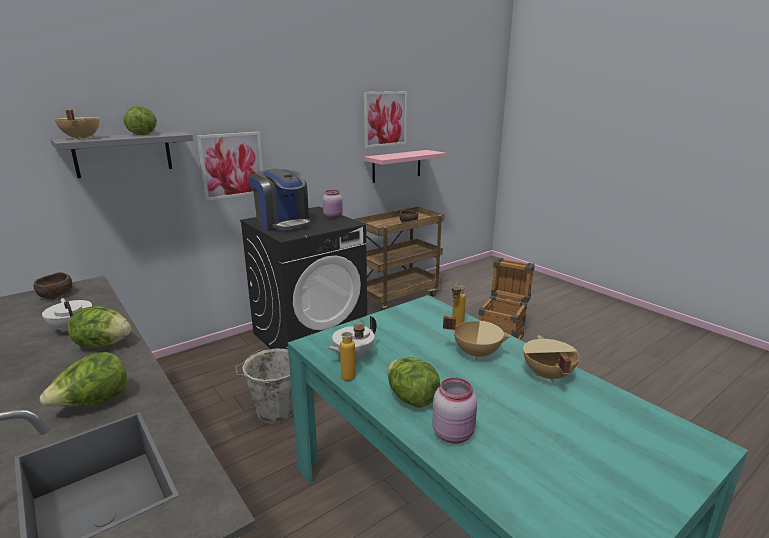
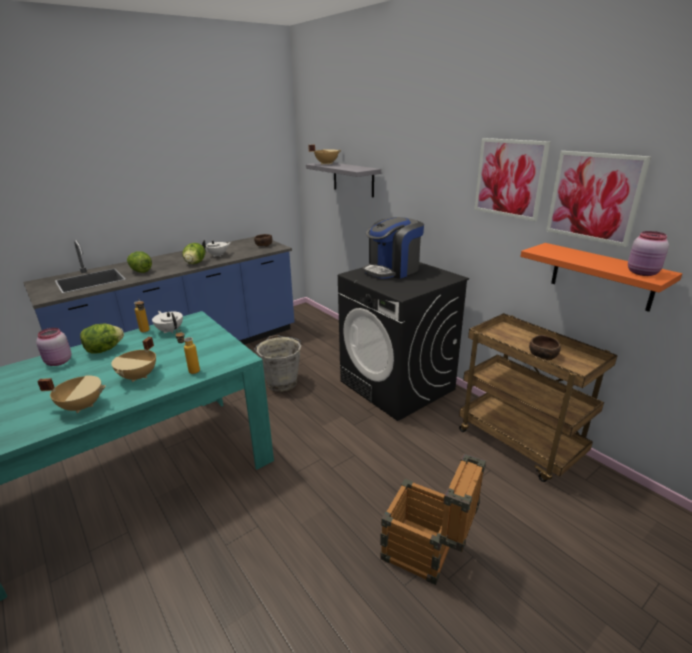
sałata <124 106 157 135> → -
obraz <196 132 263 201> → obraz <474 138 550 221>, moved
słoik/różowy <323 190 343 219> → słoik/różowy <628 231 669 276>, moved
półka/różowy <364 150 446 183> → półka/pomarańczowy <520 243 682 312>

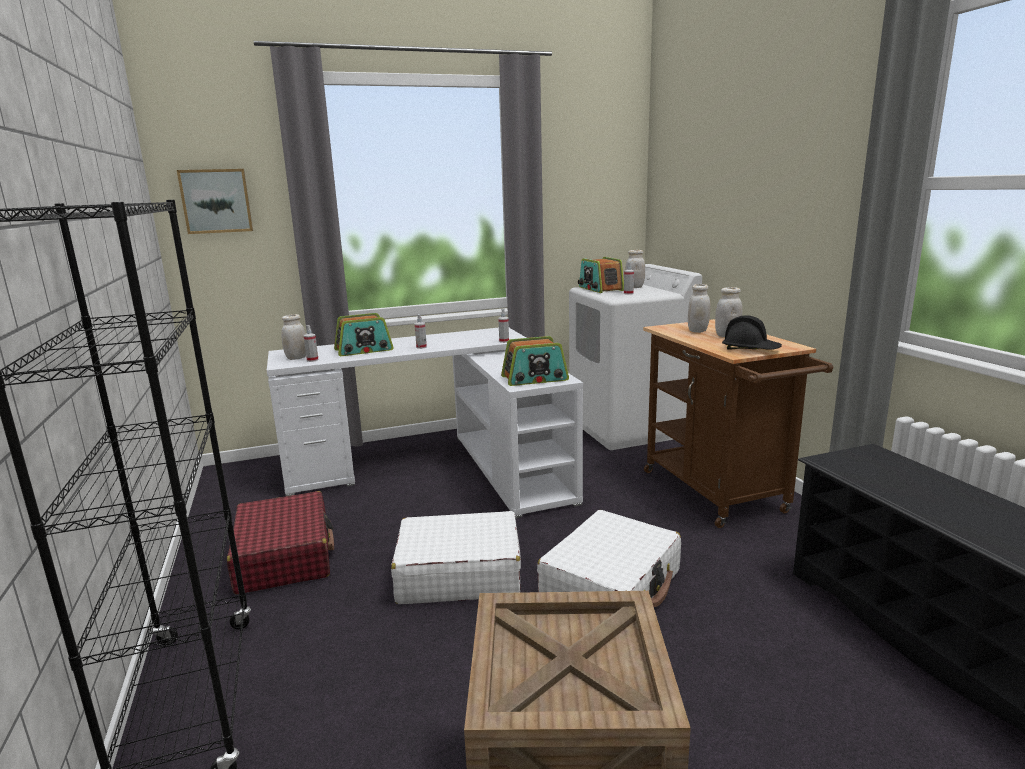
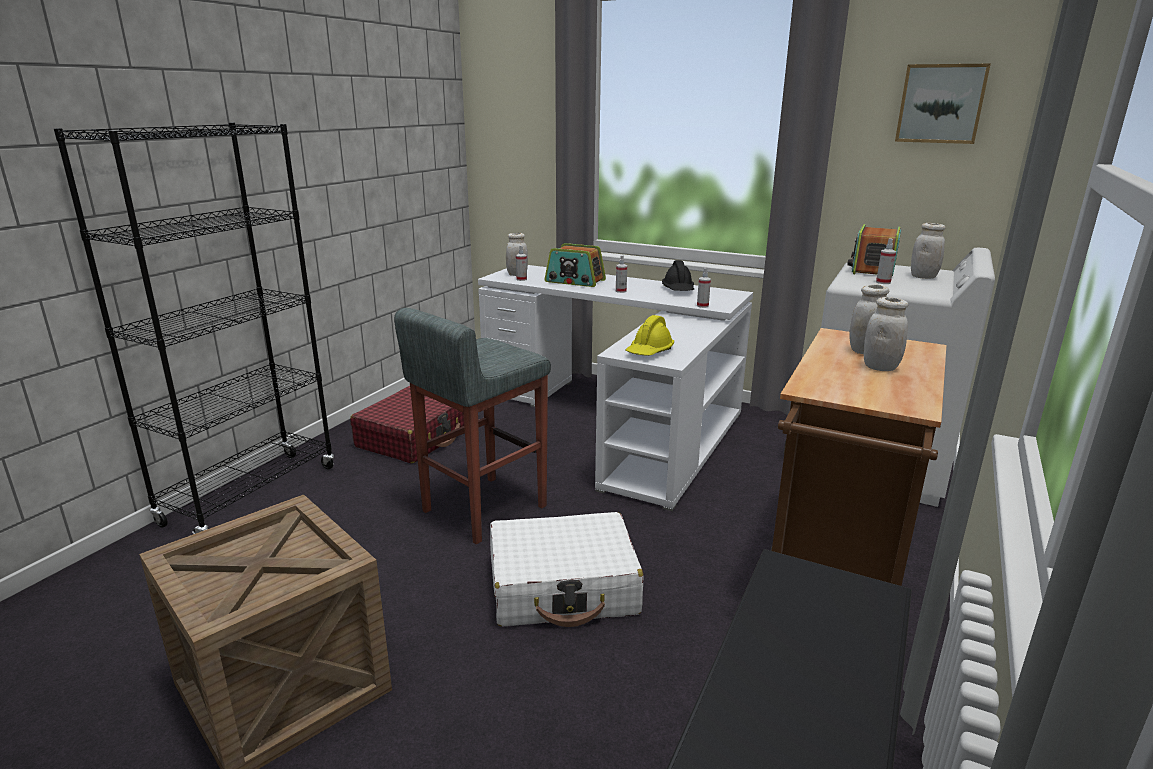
obraz <177 169 253 234> → obraz <895 64 991 144>, moved
kask/czarny <722 315 782 350> → kask/czarny <662 260 694 291>, moved
walizka/biały <391 511 521 604> → stołek/szary <394 308 551 545>
radio <501 336 569 386> → kask/żółty <626 315 674 356>

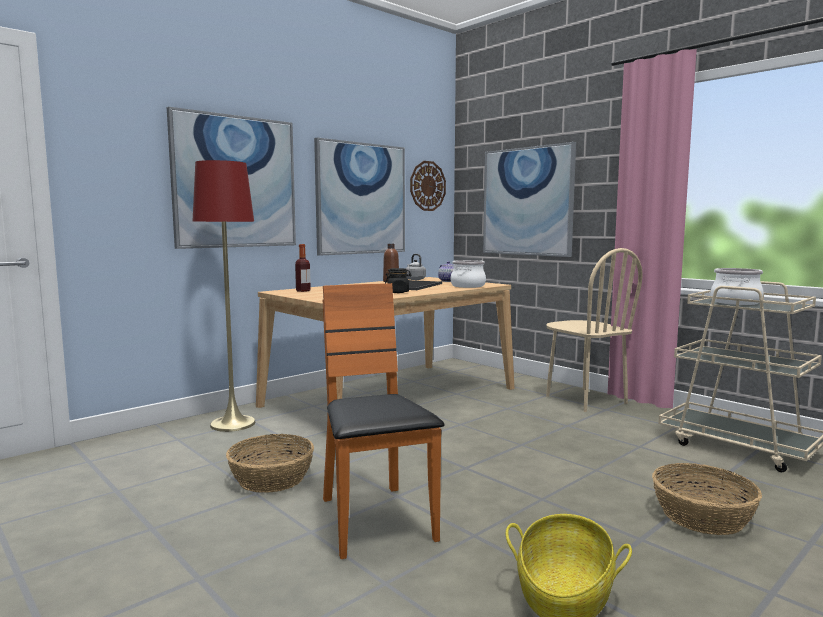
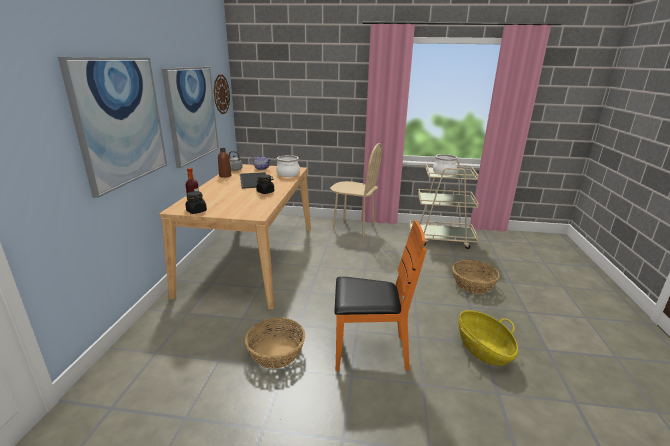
lampa stojąca/czerwony <192 160 256 432> → -
obraz <483 142 576 257> → -
- → słoik/czarny <185 191 207 214>
krzesło/pomarańczowy <323 283 444 559> → krzesło/pomarańczowy <335 220 427 371>, 150 degrees clockwise

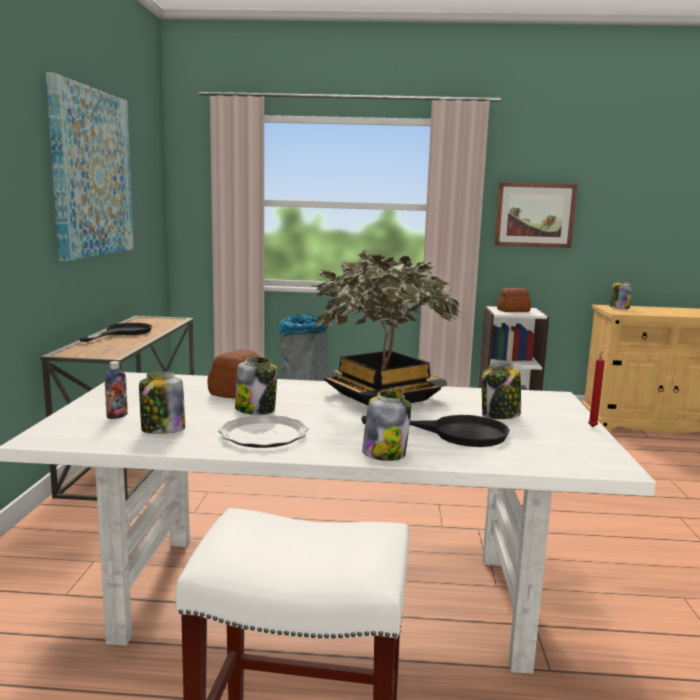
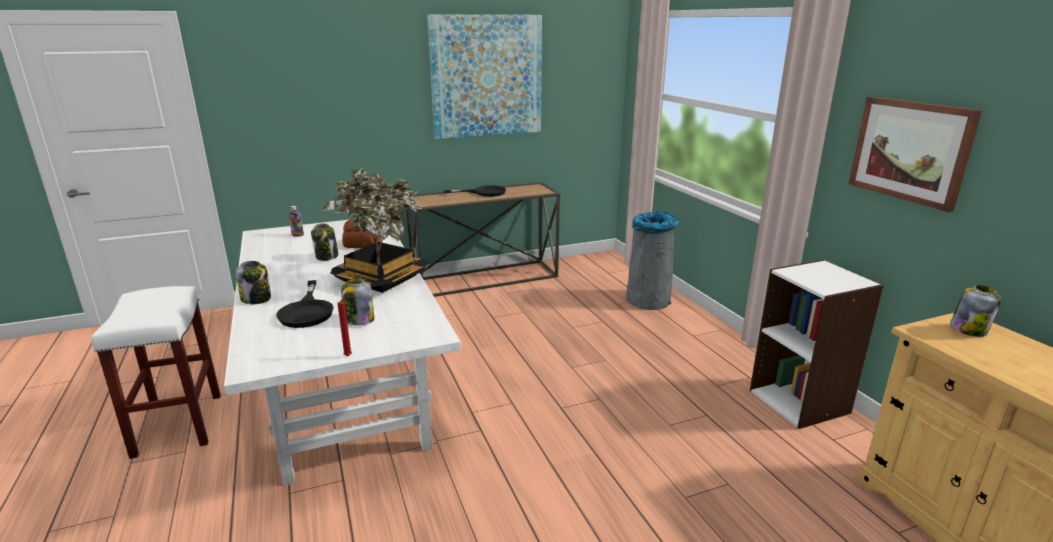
słoik <139 371 185 434> → -
talerz <218 415 309 448> → -
chleb <497 288 531 312> → -

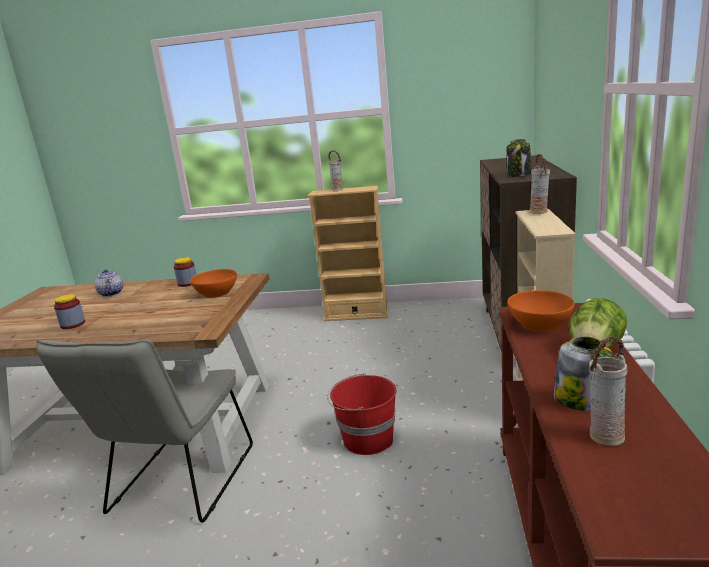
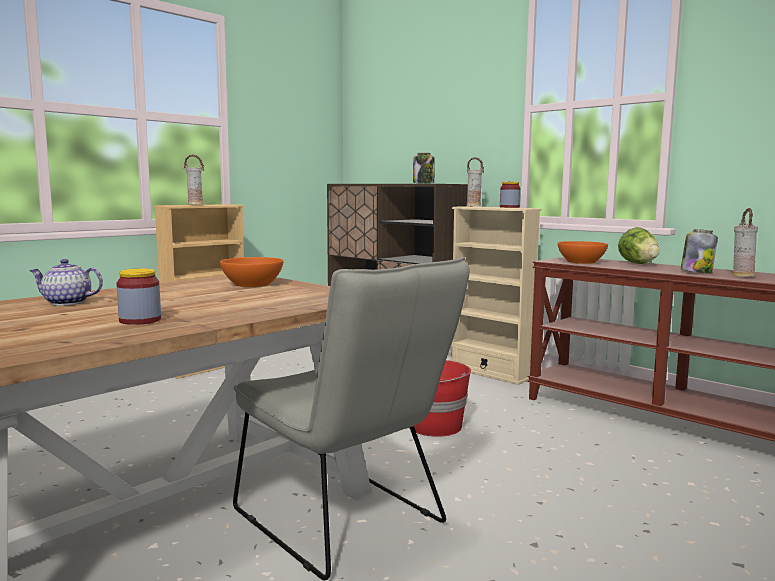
słoik <174 257 196 287> → słoik <500 182 521 208>, moved

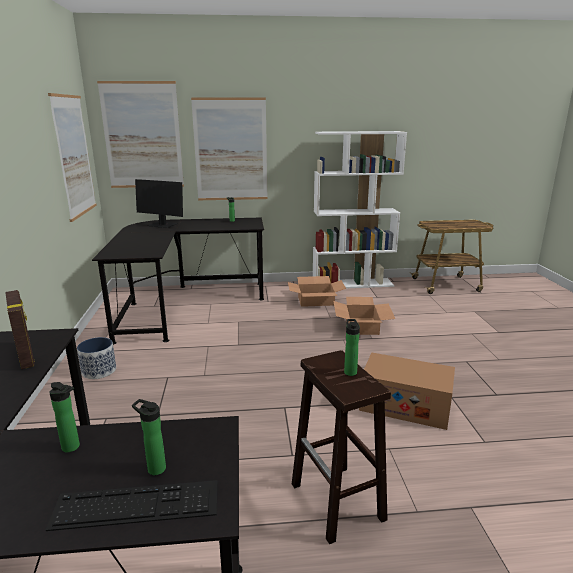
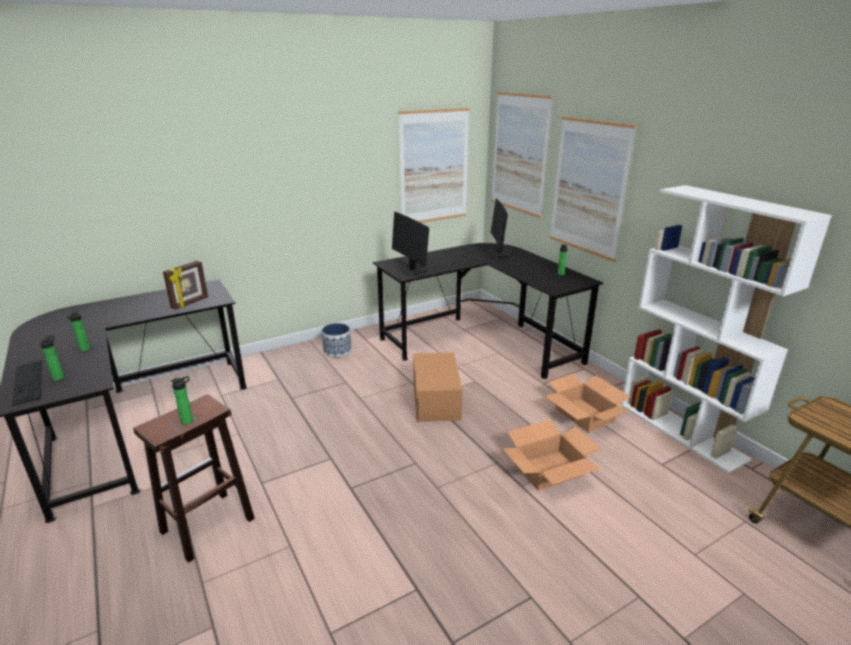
- → monitor <392 212 429 276>
karton <359 353 455 430> → karton <413 352 462 422>, moved

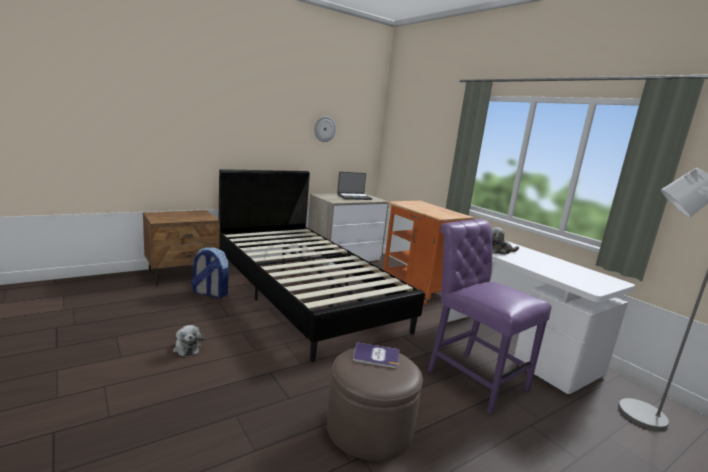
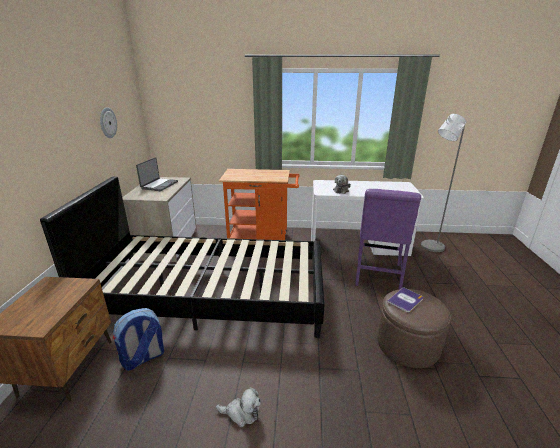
krzesło/fioletowy <428 219 552 414> → krzesło/fioletowy <355 189 421 290>, 75 degrees counterclockwise

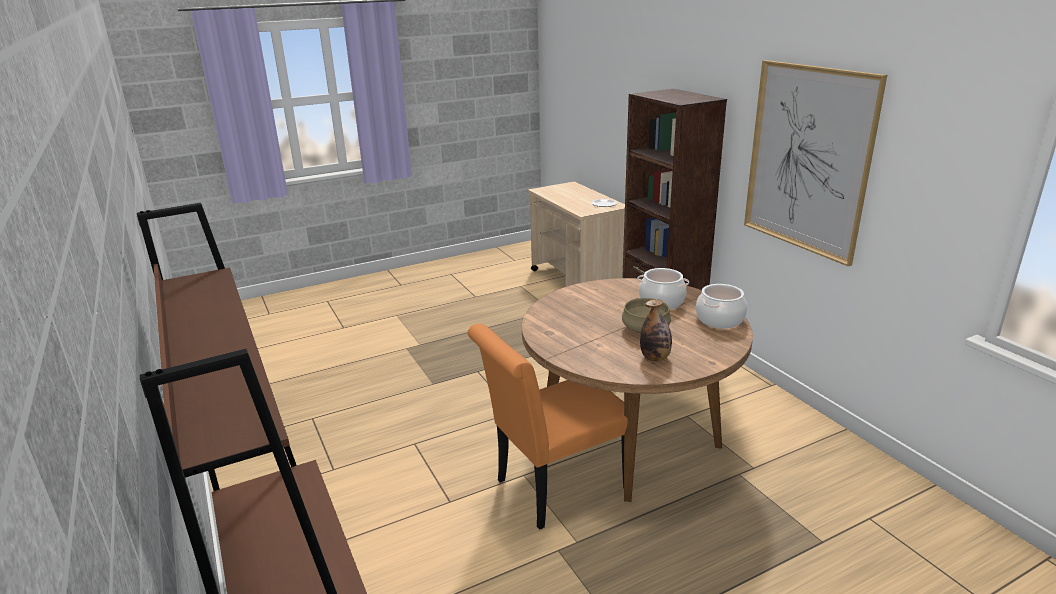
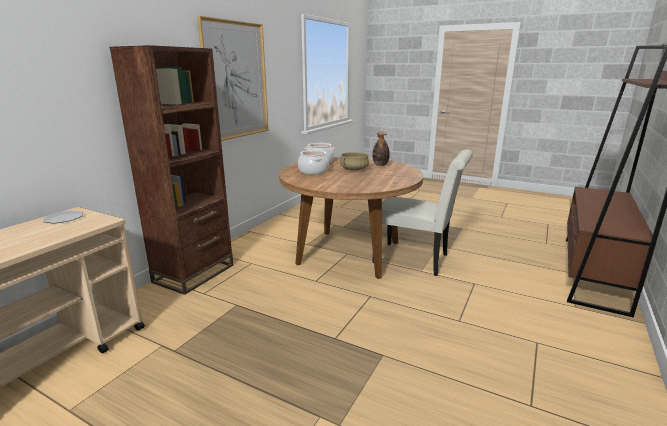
krzesło/pomarańczowy <468 324 628 530> → krzesło/biały <372 149 473 276>

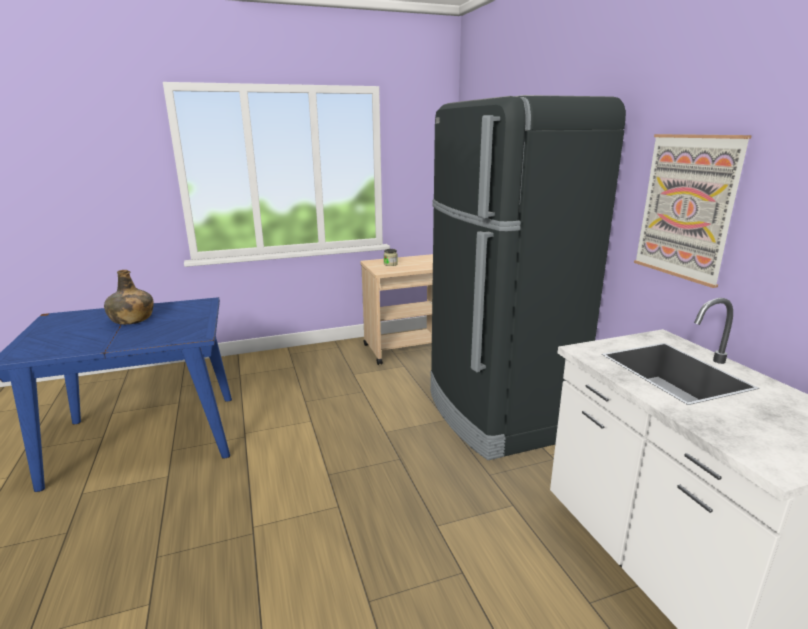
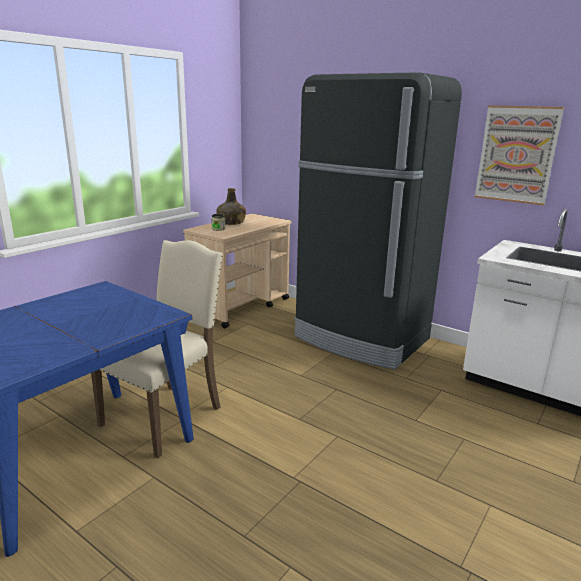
- → krzesło/beżowy <91 240 223 458>
butelka/zielony <104 270 154 325> → butelka/zielony <216 188 246 225>, moved

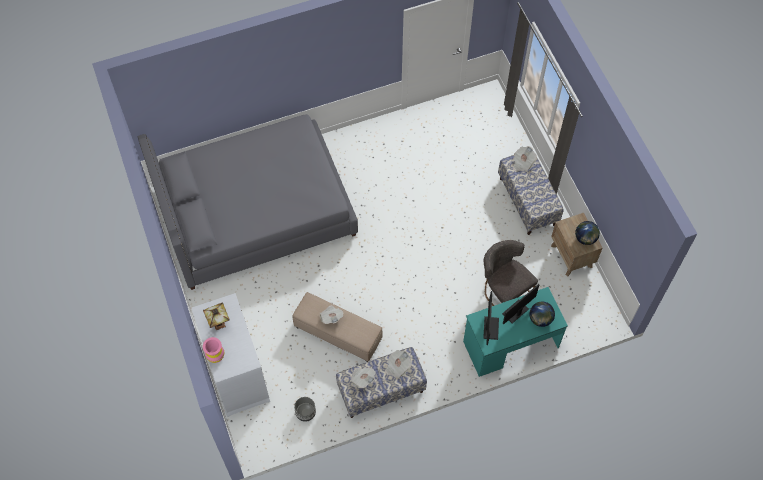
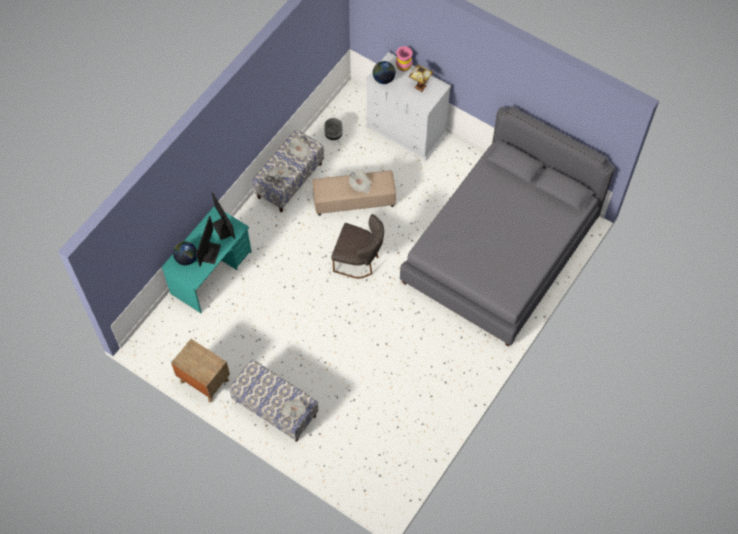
krzesło/szary <484 240 538 306> → krzesło/szary <331 214 384 279>, moved
globus <575 221 600 245> → globus <373 61 395 84>, moved

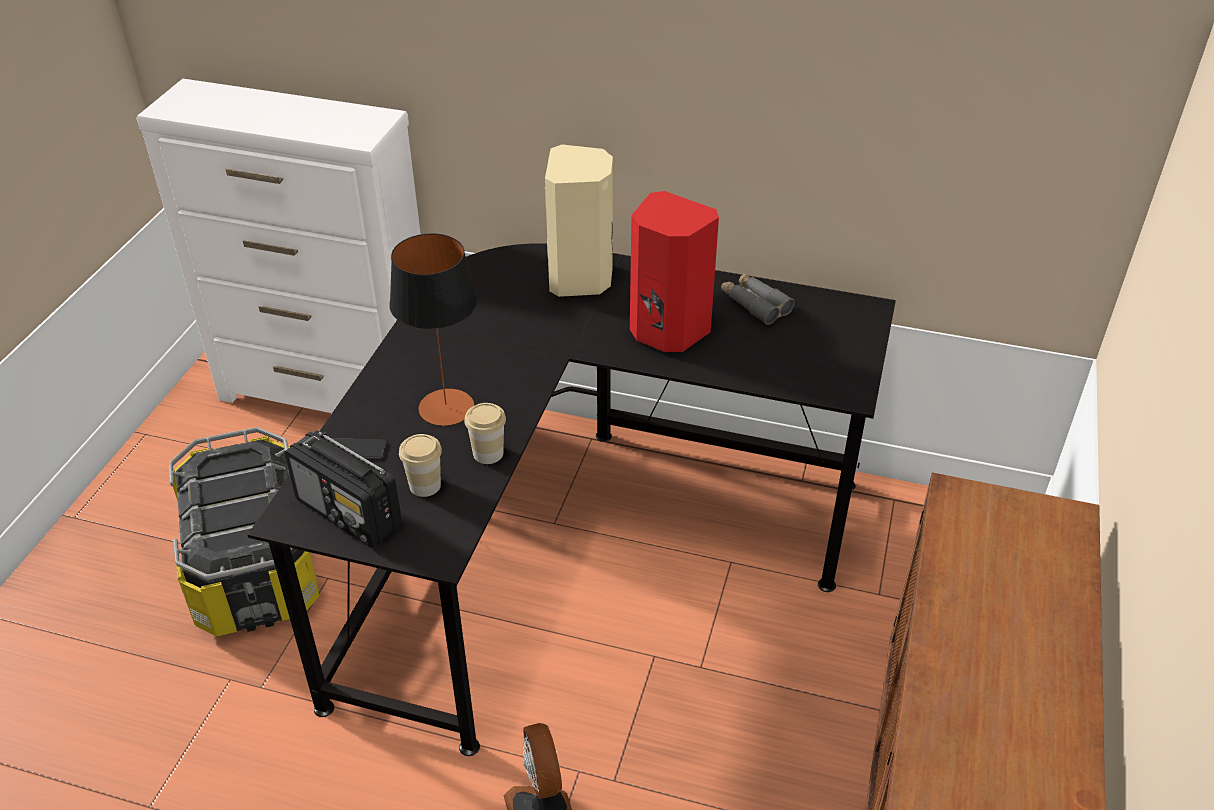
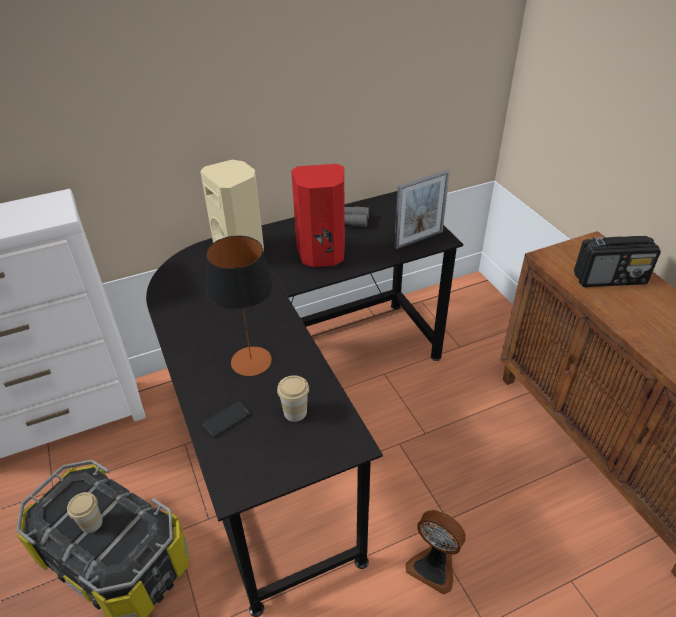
- → ramka na zdjęcie <394 169 450 249>
radio <285 430 402 548> → radio <574 236 661 287>, moved
filiżanka <464 403 506 464> → filiżanka <67 492 103 533>, moved

